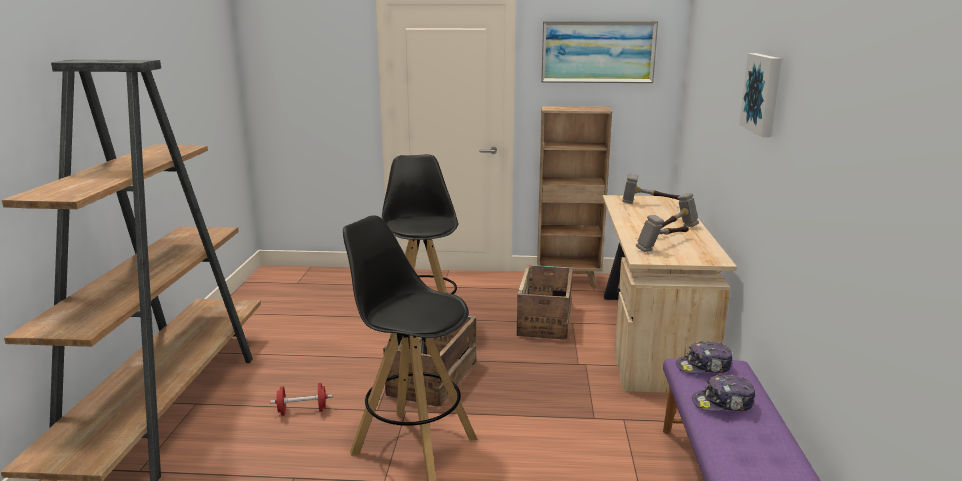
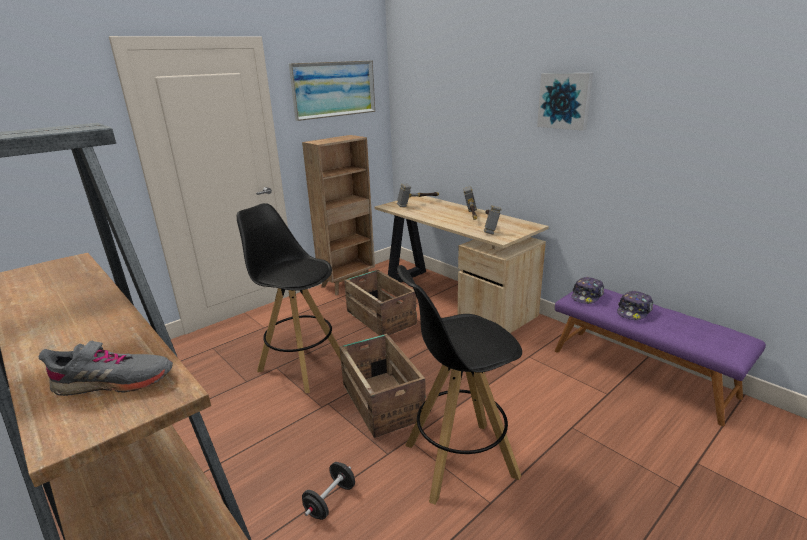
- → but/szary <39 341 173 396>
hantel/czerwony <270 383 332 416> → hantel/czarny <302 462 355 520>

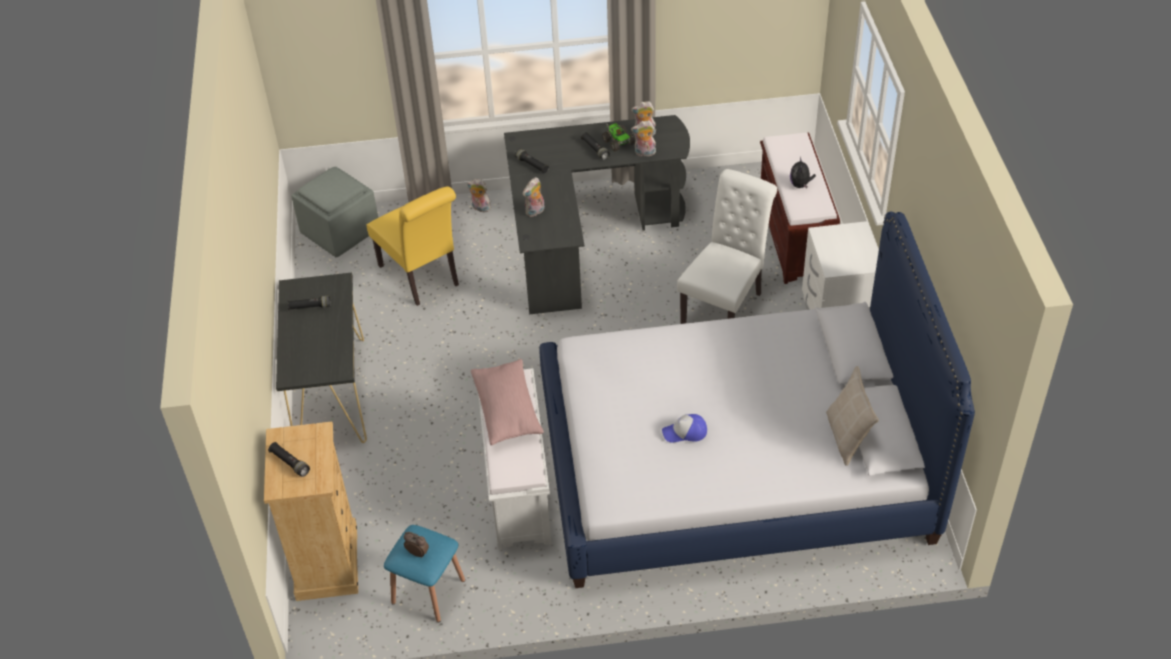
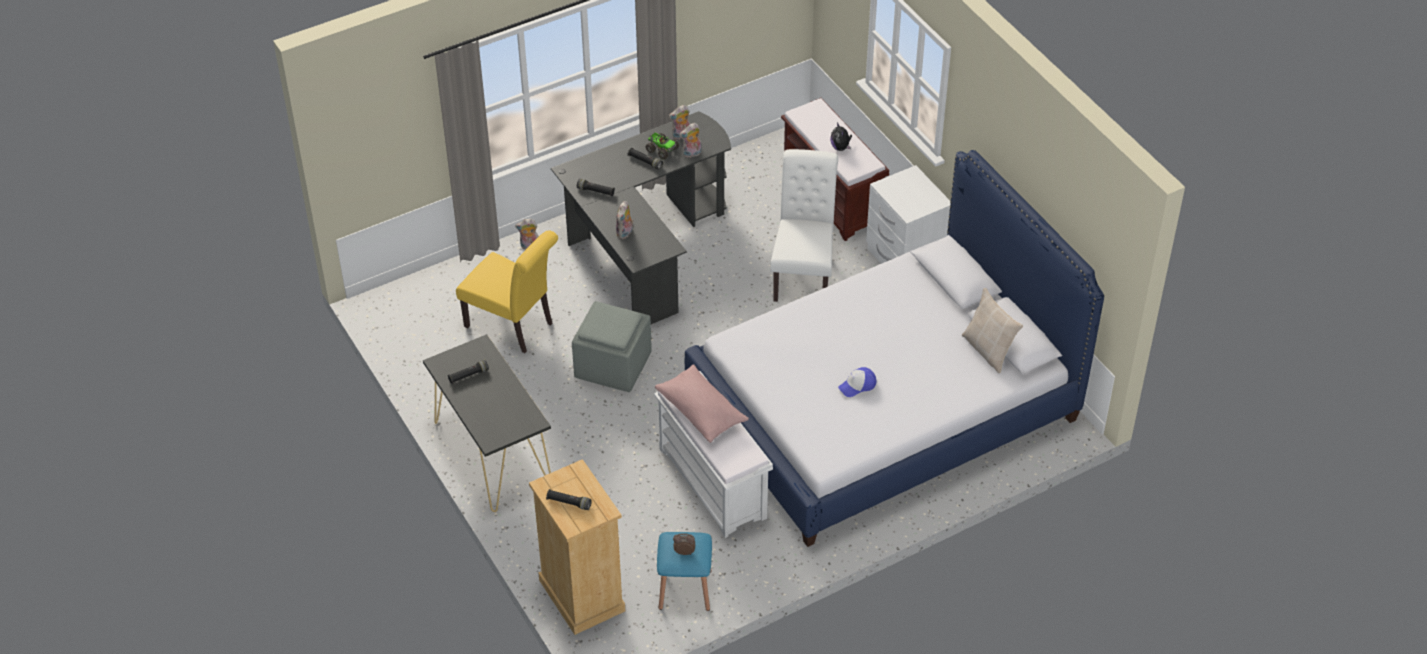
pufa/szary <291 167 378 257> → pufa/szary <572 301 652 392>, moved

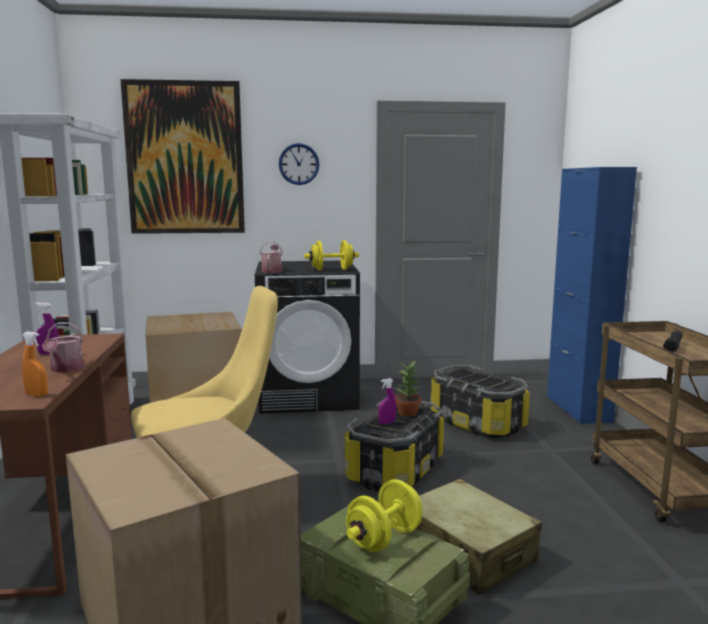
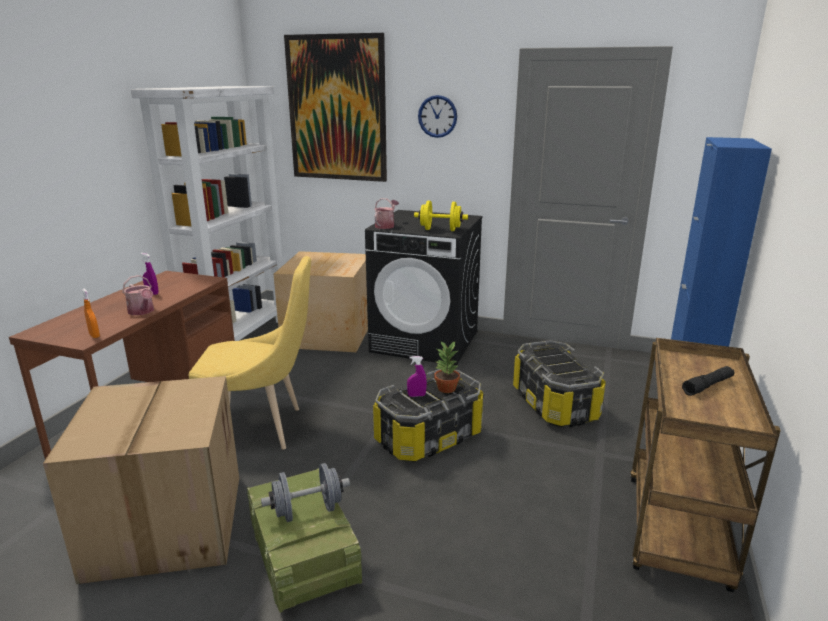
walizka/beżowy <416 479 542 595> → -
hantel/żółty <346 479 422 552> → hantel/szary <261 463 350 522>
konewka <42 322 84 372> → konewka <122 275 154 315>, 60 degrees counterclockwise

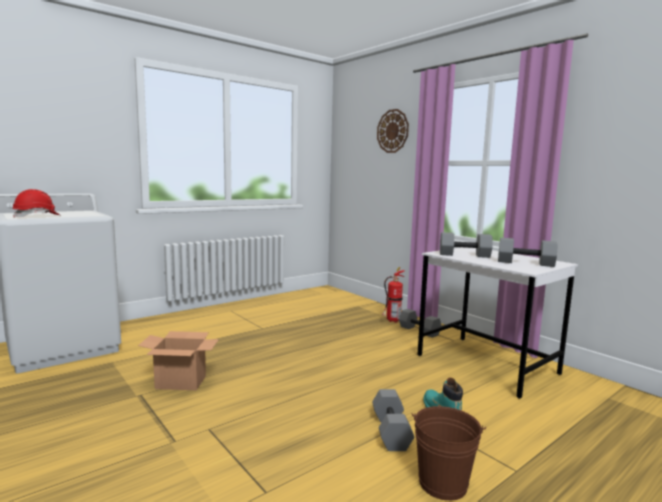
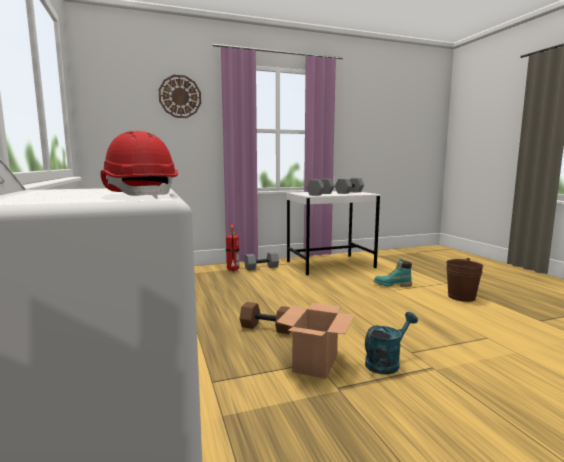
hantel/szary <372 389 414 451> → -
- → hantel/brązowy <239 302 292 334>
- → konewka/turkusowy <365 312 418 375>

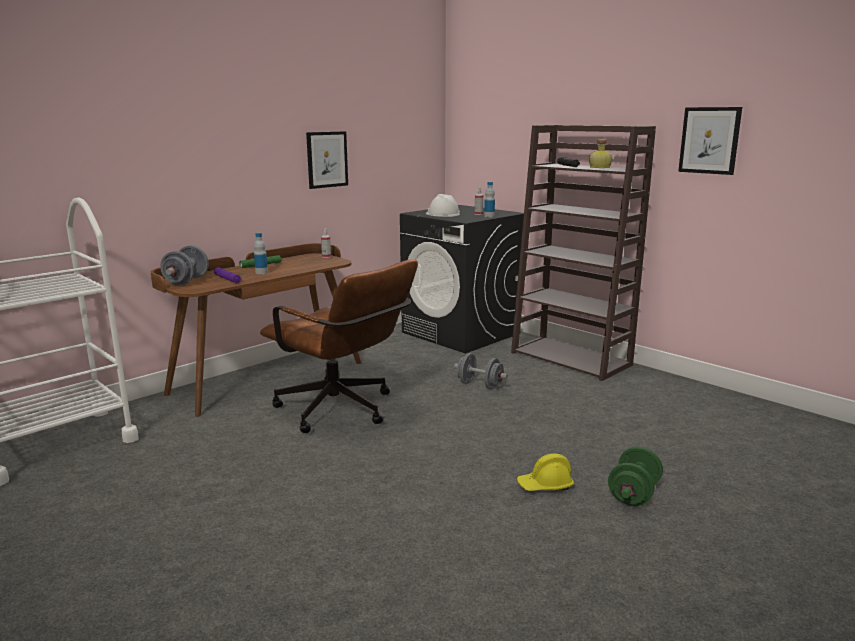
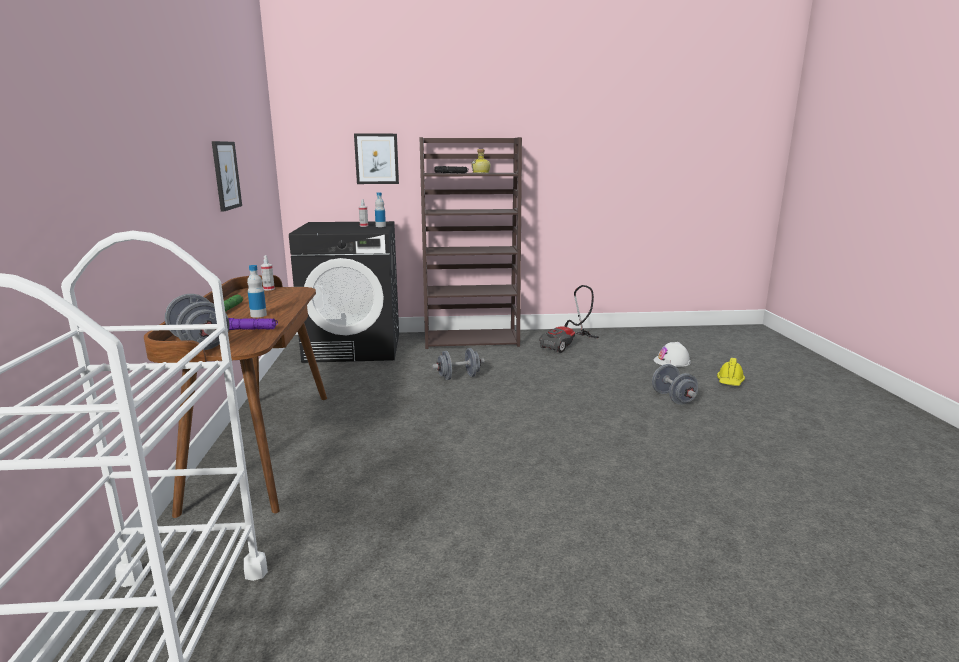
krzesło biurowe/brązowy <260 260 418 433> → -
- → odkurzacz <539 285 599 353>
kask/biały <426 194 460 217> → kask/biały <654 342 691 367>, moved
kask/żółty <517 453 574 491> → kask/żółty <717 358 745 386>, moved
obraz <678 107 742 175> → obraz <354 134 399 184>, moved
hantel/zielony <608 446 663 506> → hantel/szary <652 364 698 405>

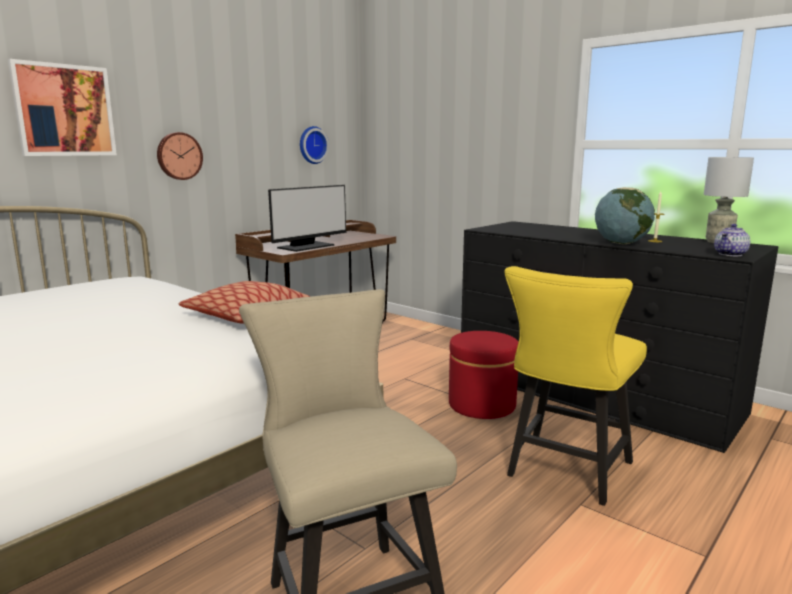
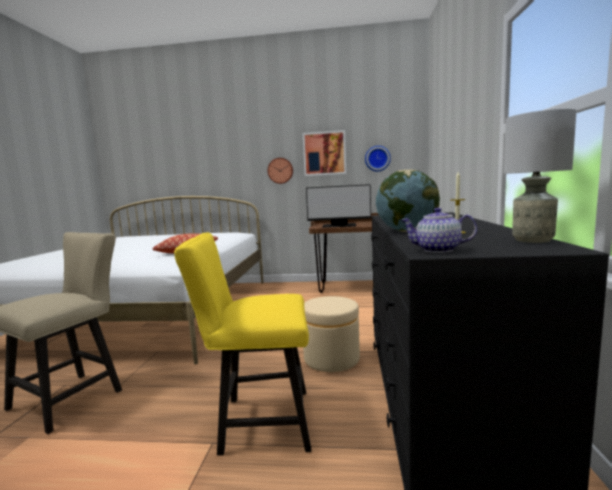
obraz <8 59 117 156> → obraz <303 130 346 176>, moved
pufa/czerwony <449 331 519 419> → pufa/beżowy <303 296 360 372>

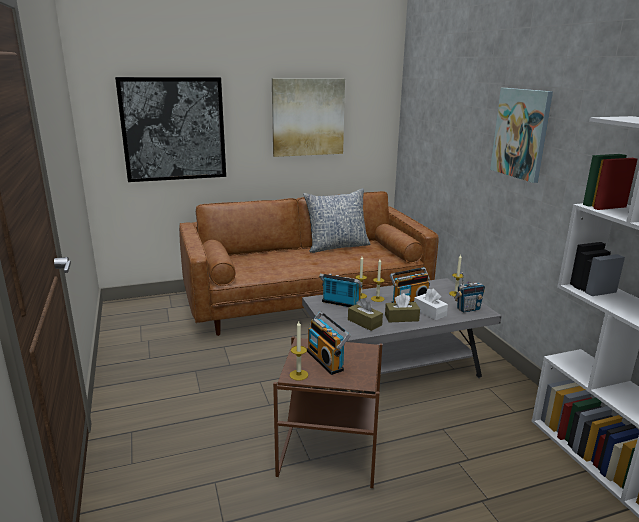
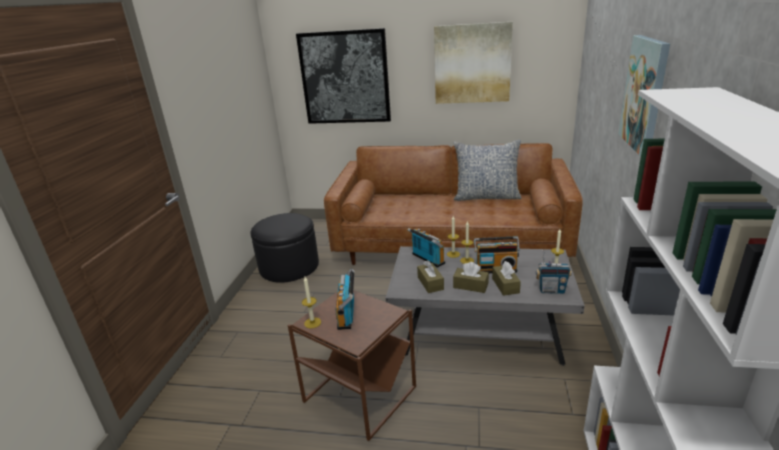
- → pufa/czarny <251 213 319 283>
pudełko chusteczek/biały <414 288 448 320> → pudełko chusteczek/brązowy <492 261 521 296>

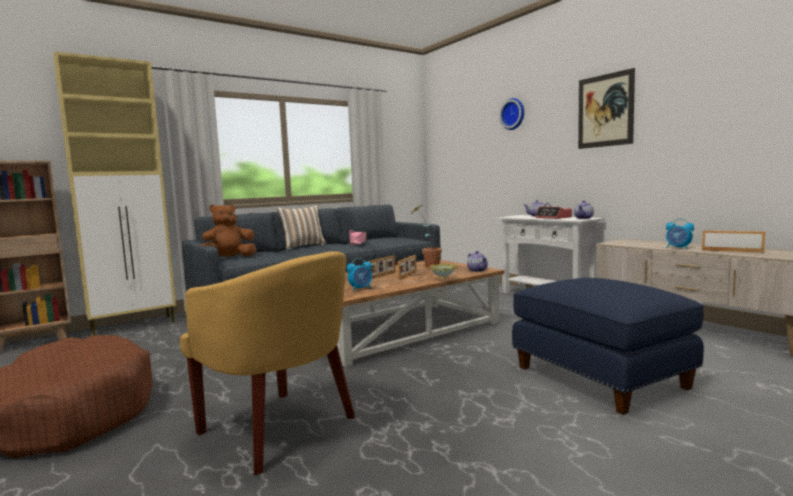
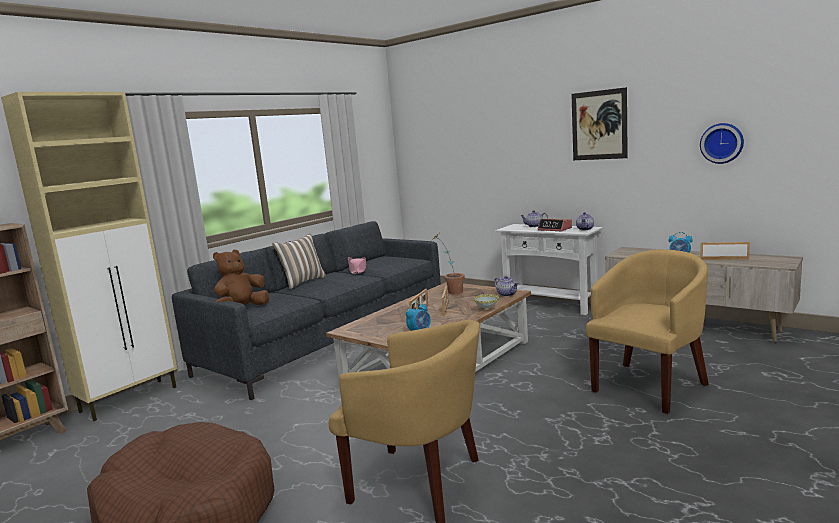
zegar ścienny <499 98 524 130> → zegar ścienny <700 123 744 164>, moved
pufa/niebieski <512 278 704 415> → fotel/żółty <586 249 709 414>

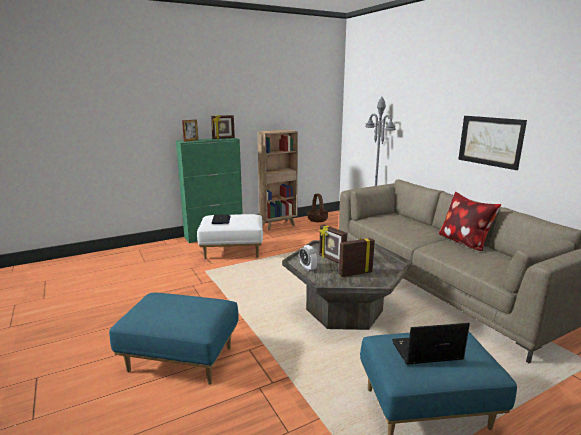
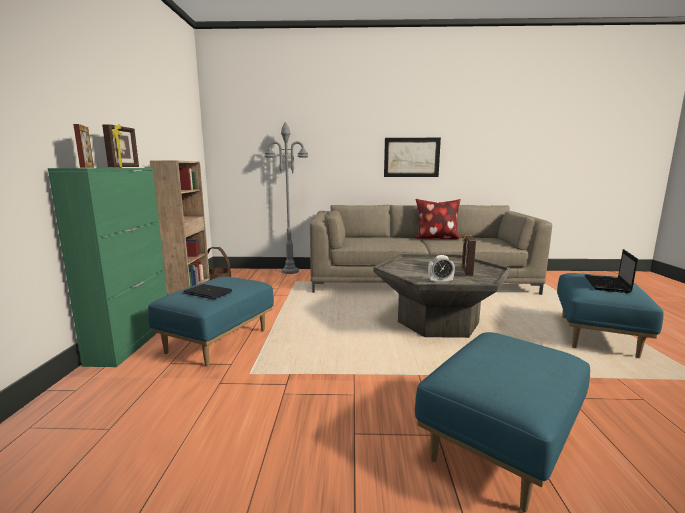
ramka na zdjęcie <319 225 347 264> → -
pufa/biały <197 214 263 259> → pufa/niebieski <148 276 274 366>

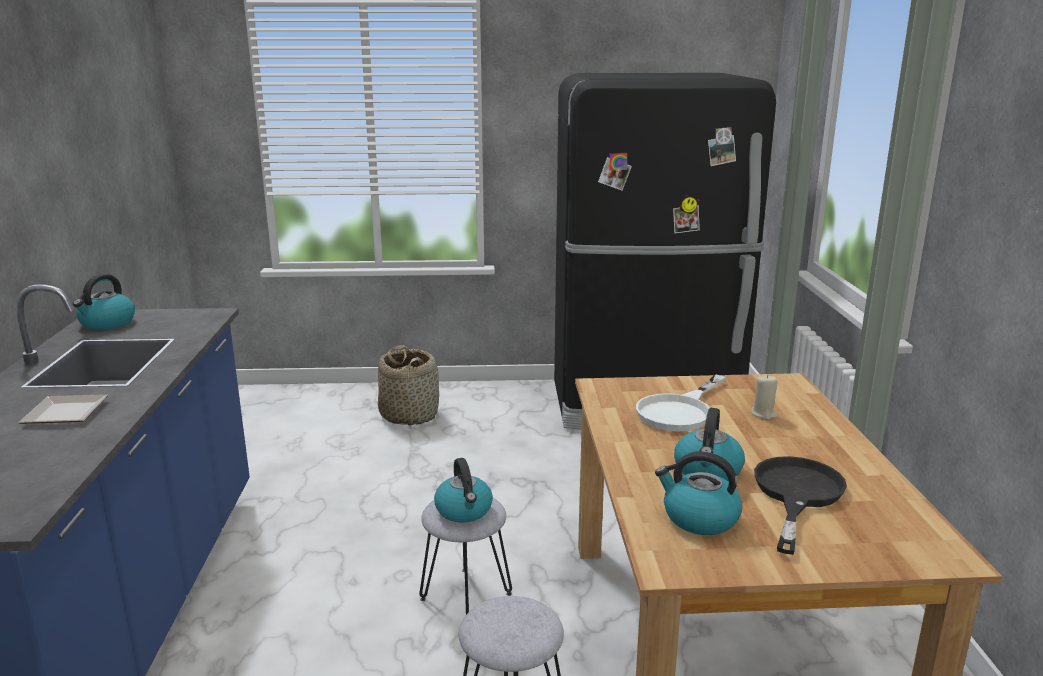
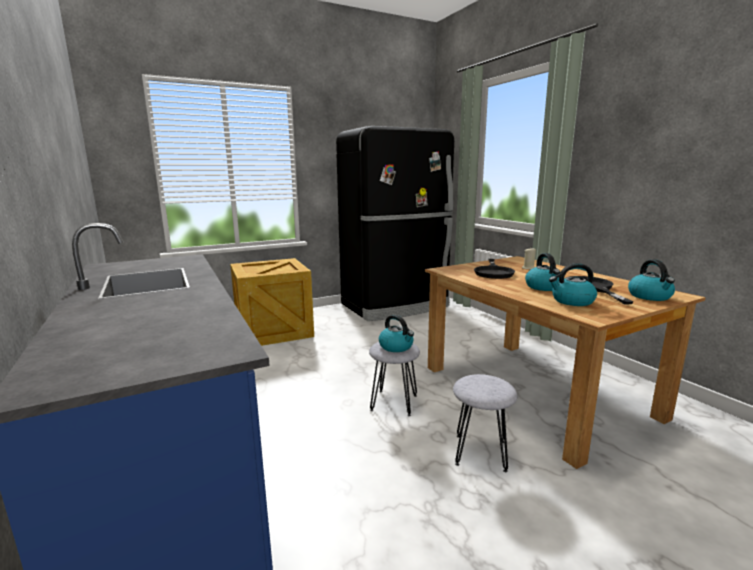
talerz <18 394 108 424> → -
czajnik <73 274 135 330> → czajnik <628 259 675 301>, moved
koszyk <378 345 439 425> → skrzynka <230 258 314 346>
patelnia/biały <636 374 726 432> → patelnia/czarny <474 259 515 279>

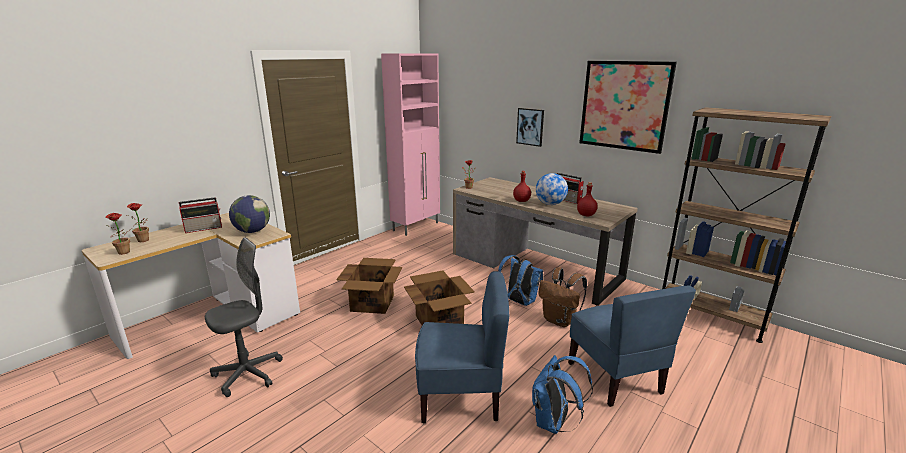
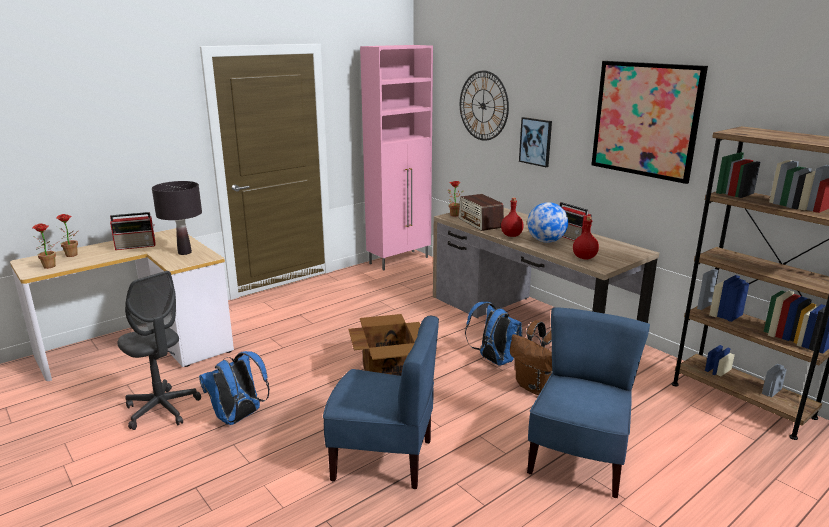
karton <336 258 402 314> → -
- → radio <459 194 504 231>
- → zegar ścienny <460 71 509 141>
plecak/niebieski <532 355 593 434> → plecak/niebieski <199 351 270 425>, moved
globus <229 195 270 233> → lampa stołowa/czarny <152 181 202 255>
krzesło biurowe/szary <205 237 283 397> → krzesło biurowe/szary <117 271 201 430>, 75 degrees clockwise
krzesło/niebieski <568 286 696 407> → krzesło/niebieski <527 307 650 498>, 150 degrees counterclockwise

